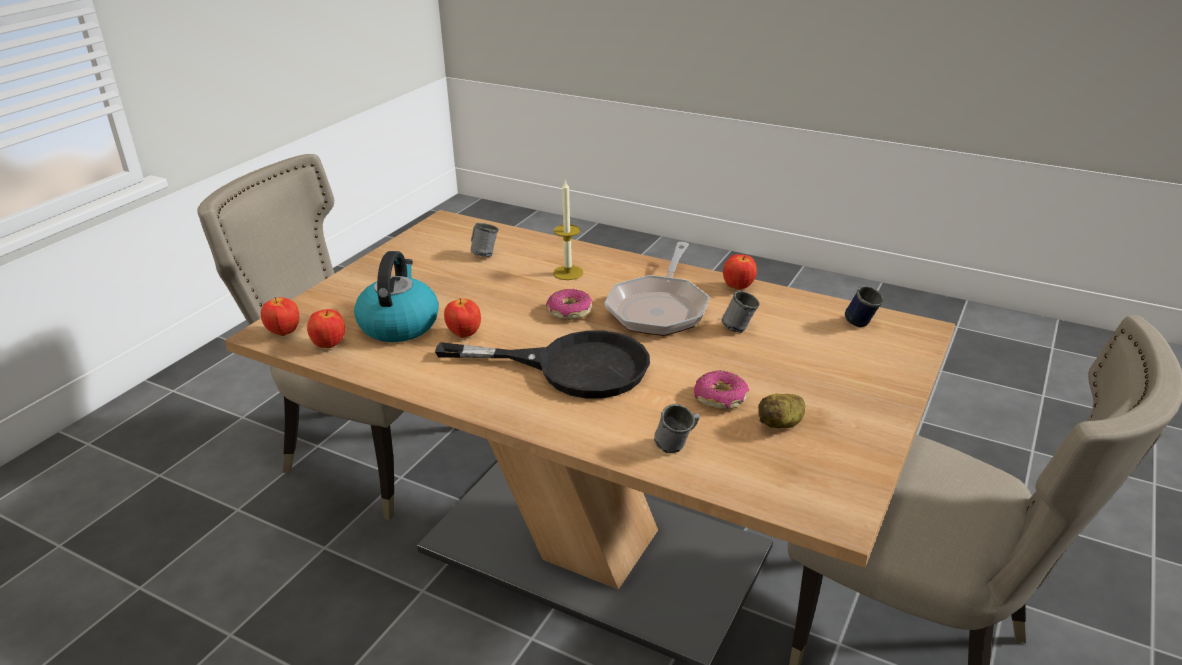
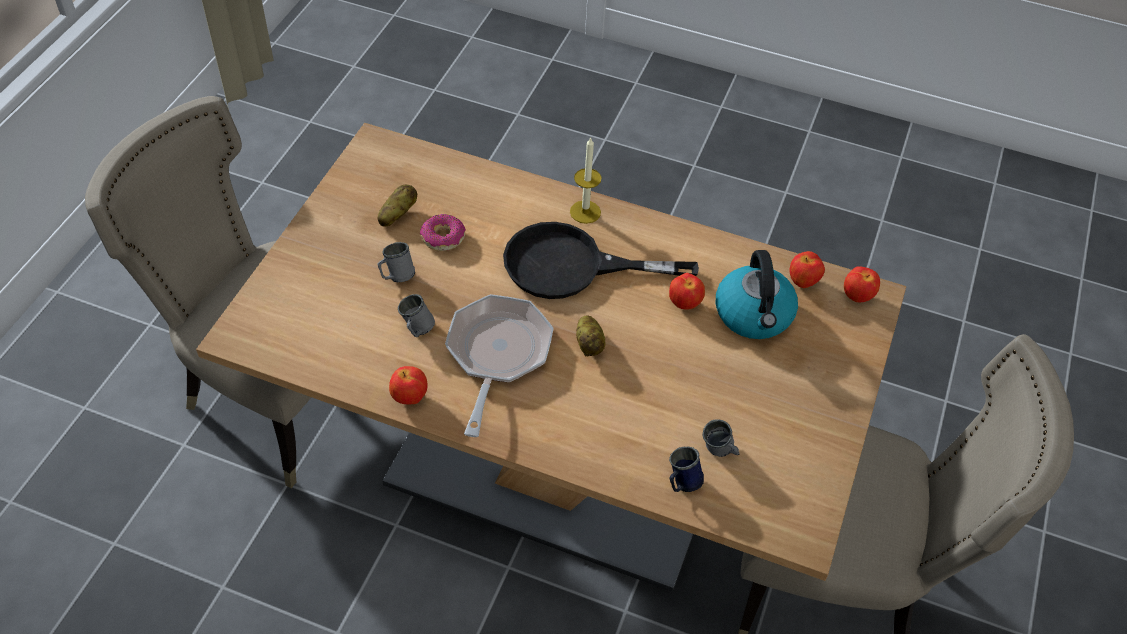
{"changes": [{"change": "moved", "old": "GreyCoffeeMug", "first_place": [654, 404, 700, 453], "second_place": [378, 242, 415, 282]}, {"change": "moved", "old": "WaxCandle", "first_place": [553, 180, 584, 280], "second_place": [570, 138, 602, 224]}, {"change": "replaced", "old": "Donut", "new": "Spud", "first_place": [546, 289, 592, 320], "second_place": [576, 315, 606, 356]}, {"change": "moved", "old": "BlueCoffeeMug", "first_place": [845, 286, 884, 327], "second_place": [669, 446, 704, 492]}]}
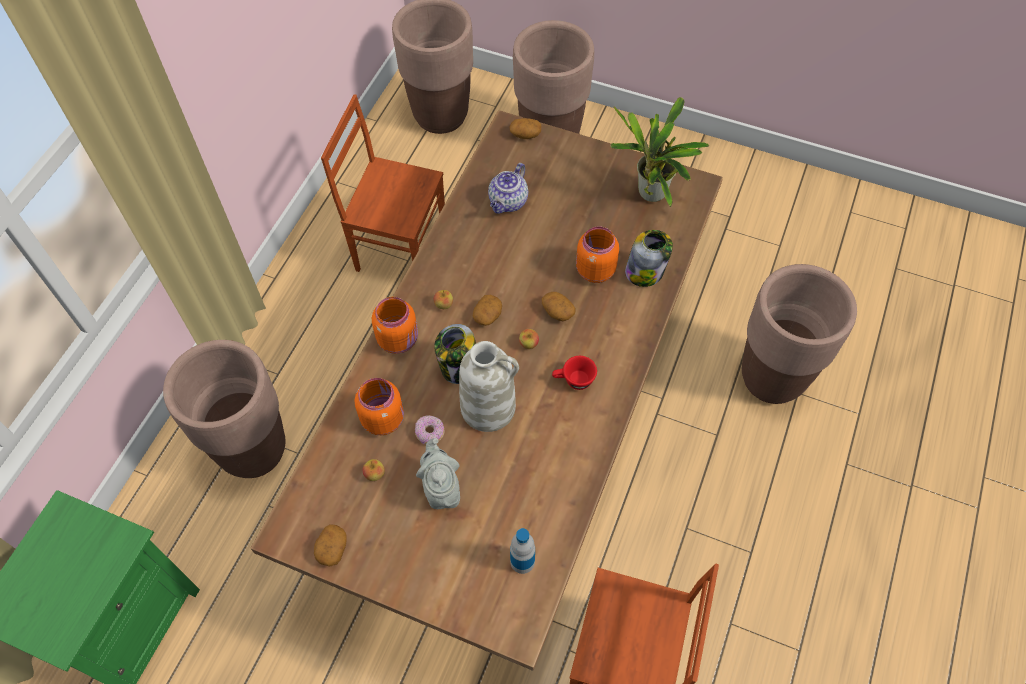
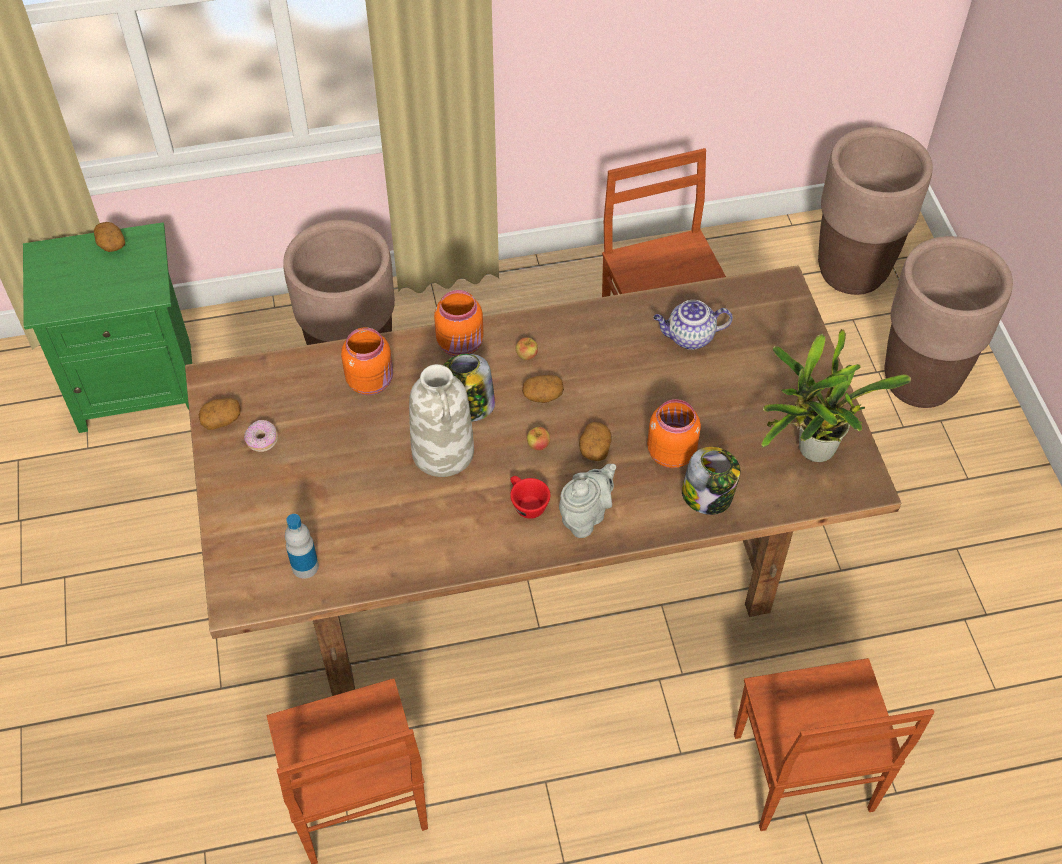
{"changes": [{"change": "moved", "old": "Spud", "first_place": [509, 118, 541, 139], "second_place": [94, 222, 125, 252]}, {"change": "moved", "old": "Donut", "first_place": [415, 415, 445, 444], "second_place": [244, 420, 278, 452]}, {"change": "moved", "old": "GreyTeapot", "first_place": [416, 438, 460, 509], "second_place": [559, 464, 616, 538]}, {"change": "replaced", "old": "BrownColouredPlanter", "new": "BrownColouredUprightChair", "first_place": [742, 264, 857, 404], "second_place": [734, 658, 934, 831]}, {"change": "removed", "old": "Apple", "first_place": [363, 459, 385, 481]}]}
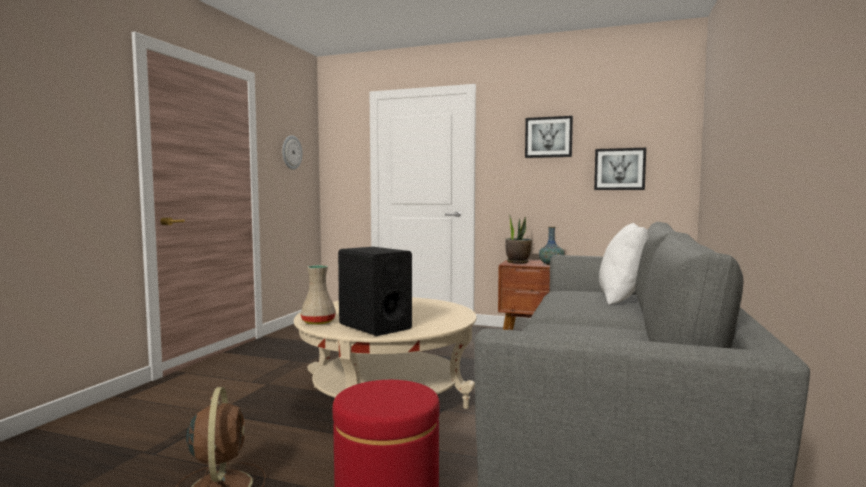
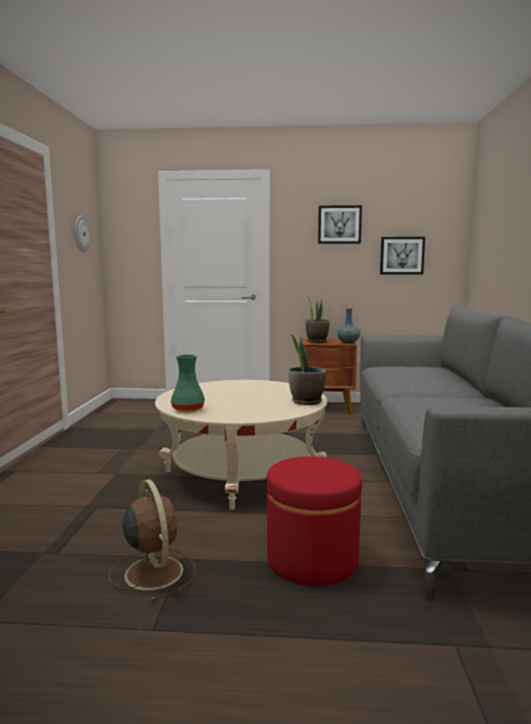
{"changes": [{"change": "recoloured", "old": "BeigeFlowerVase", "new": "GreenColouredFlowerVase", "first_place": [301, 265, 336, 325], "second_place": [171, 354, 205, 412]}, {"change": "added", "new": "PlantInAPot", "second_place": [288, 335, 326, 405]}, {"change": "removed", "old": "BlackLoudspeaker", "first_place": [338, 247, 412, 336]}, {"change": "removed", "old": "WhiteColouredCushion", "first_place": [599, 223, 650, 305]}]}
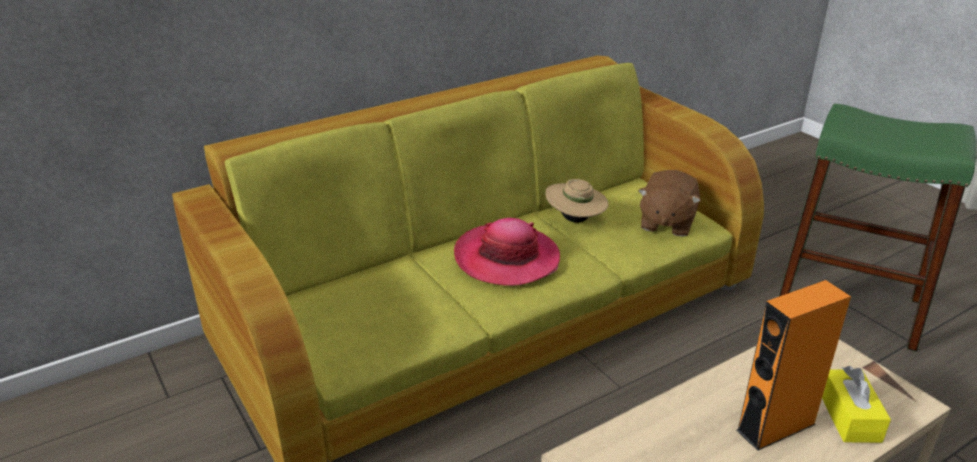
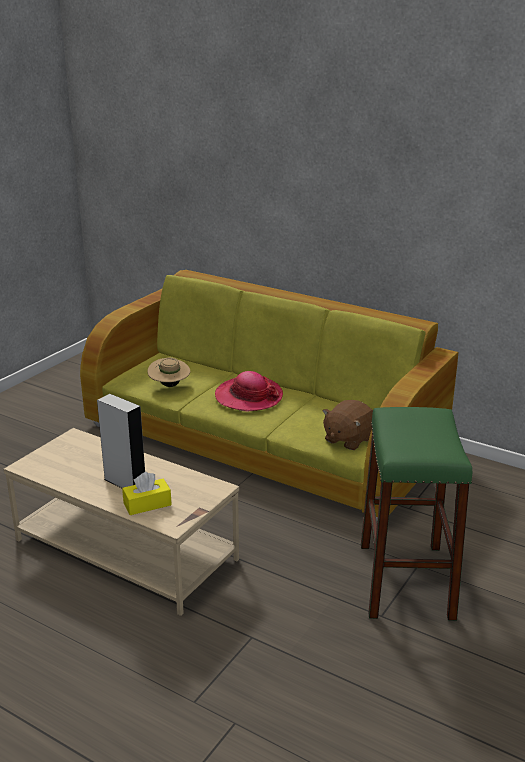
{"changes": [{"change": "recoloured", "old": "OrangeLoudspeaker", "new": "GreyLoudspeaker", "first_place": [736, 280, 851, 451], "second_place": [97, 394, 145, 488]}, {"change": "moved", "old": "BeigeClothingHat", "first_place": [545, 179, 608, 223], "second_place": [148, 357, 190, 387]}, {"change": "turned", "old": "BrownColouredPlushToy", "first_place": [638, 170, 701, 236], "second_place": [322, 400, 373, 450], "degrees": -45}]}
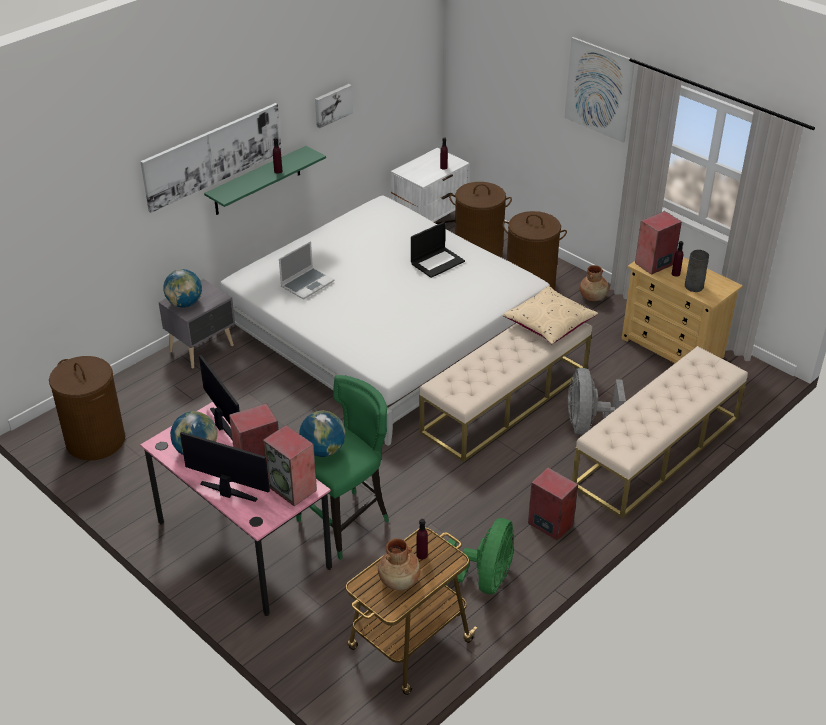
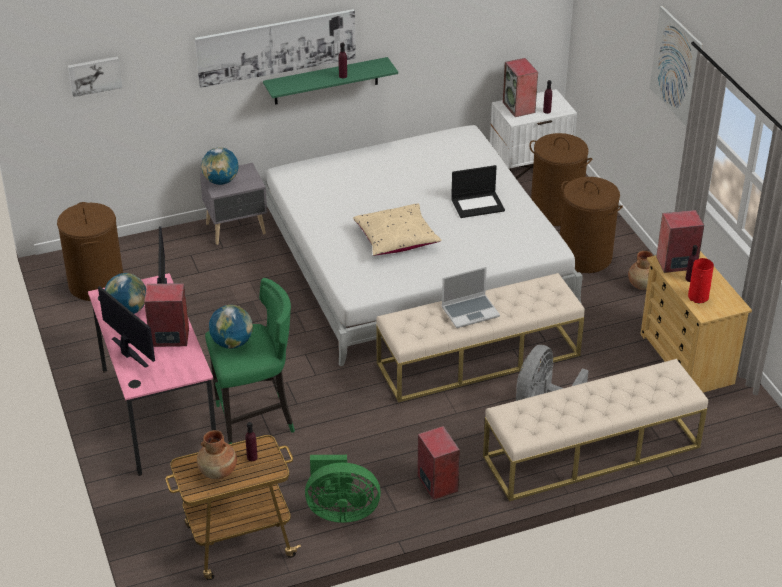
{"changes": [{"change": "moved", "old": "Picture", "first_place": [315, 84, 353, 128], "second_place": [68, 56, 122, 97]}, {"change": "turned", "old": "GreenColouredFan", "first_place": [438, 518, 514, 594], "second_place": [305, 455, 381, 523], "degrees": 45}, {"change": "moved", "old": "BeigeCushion", "first_place": [503, 286, 598, 344], "second_place": [353, 204, 442, 256]}, {"change": "moved", "old": "Laptop", "first_place": [279, 241, 334, 300], "second_place": [442, 267, 500, 328]}, {"change": "moved", "old": "Loudspeaker", "first_place": [263, 425, 317, 506], "second_place": [503, 58, 538, 117]}, {"change": "recoloured", "old": "GreyFlowerVase", "new": "ReddishFlowerVase", "first_place": [685, 250, 709, 292], "second_place": [688, 258, 714, 304]}]}
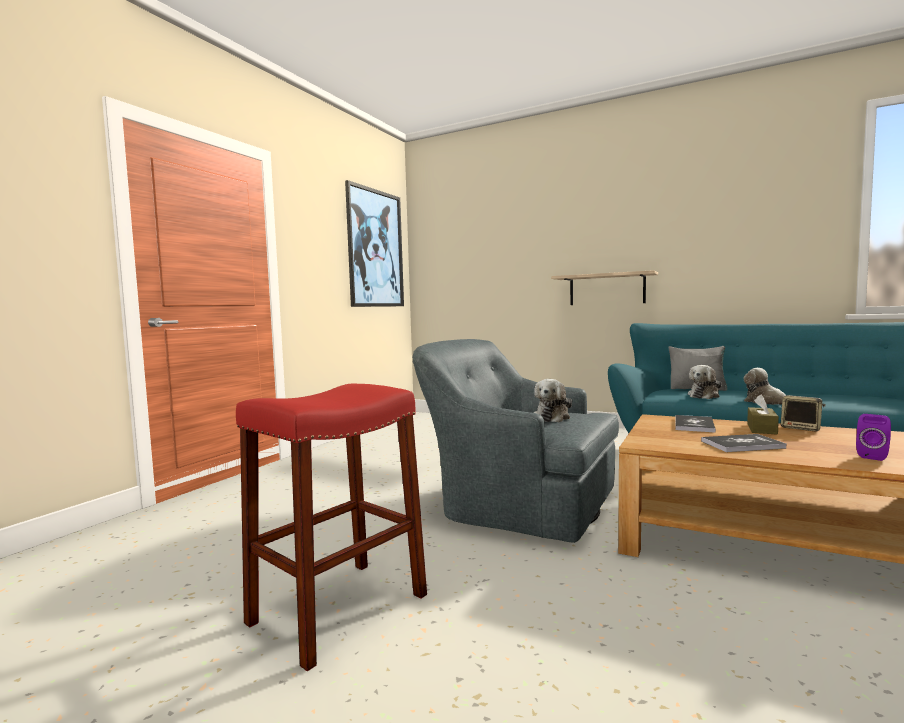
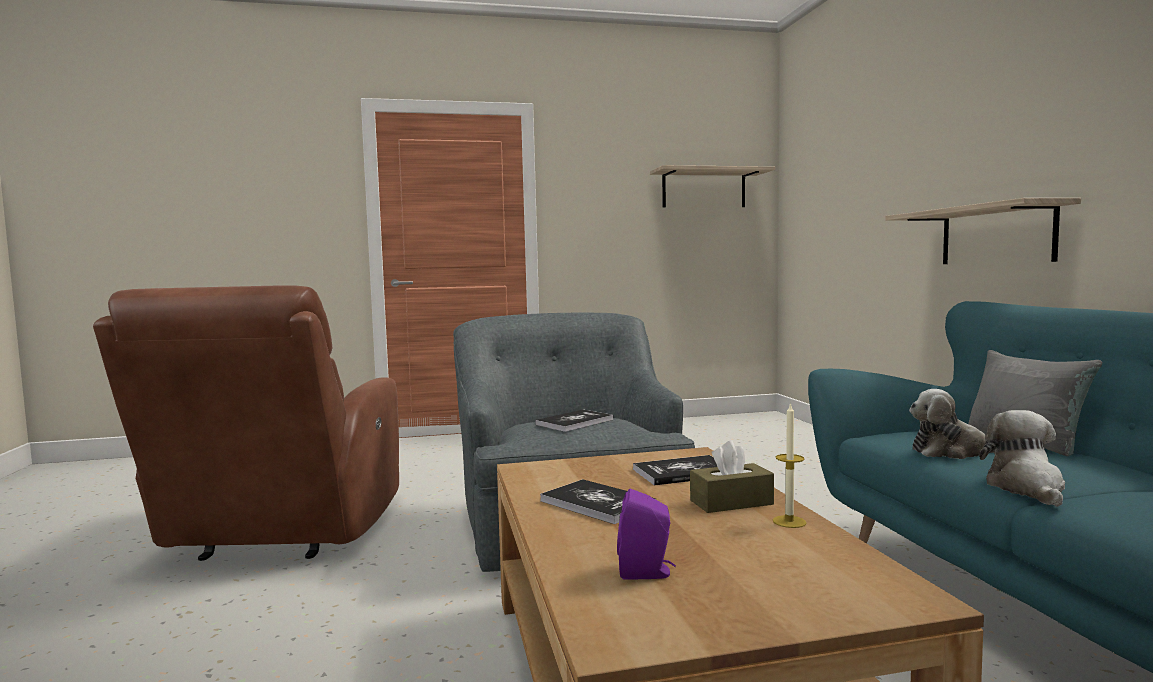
{"changes": [{"change": "replaced", "old": "ReddishStoolSeat", "new": "BrownColouredEasyChair", "first_place": [236, 383, 427, 671], "second_place": [93, 285, 399, 561]}, {"change": "replaced", "old": "PlushToy", "new": "Book", "first_place": [534, 379, 572, 422], "second_place": [535, 410, 613, 432]}, {"change": "replaced", "old": "Picture", "new": "Shelf", "first_place": [345, 180, 404, 307], "second_place": [650, 165, 775, 207]}, {"change": "replaced", "old": "Loudspeaker", "new": "WaxCandle", "first_place": [781, 395, 826, 431], "second_place": [773, 402, 806, 528]}]}
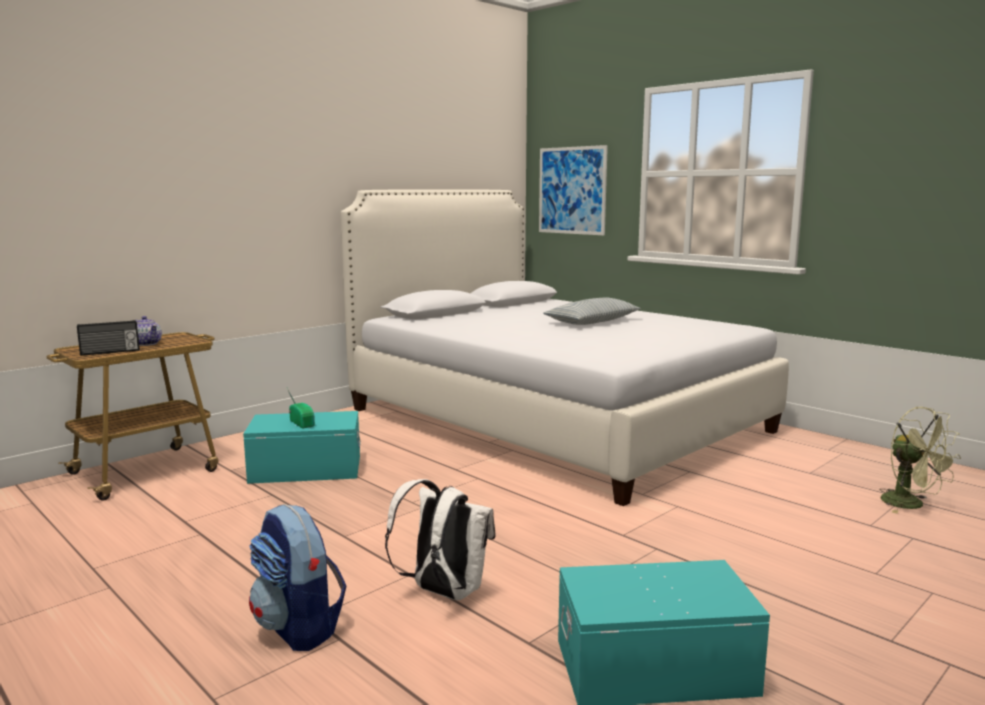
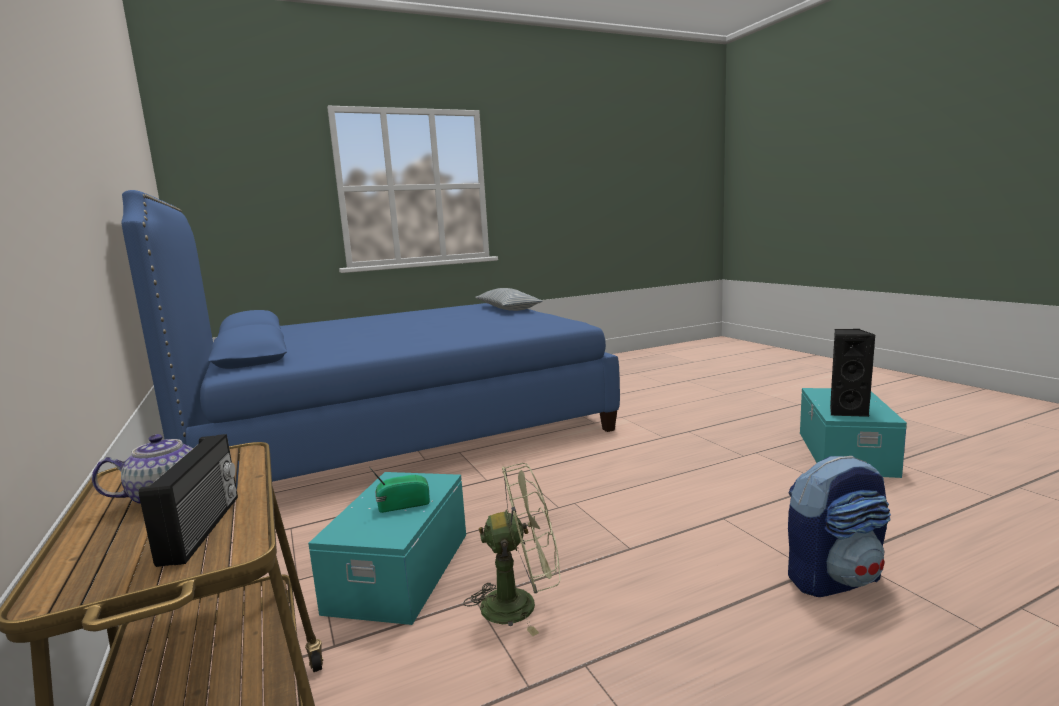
{"changes": [{"change": "recoloured", "old": "WhiteColouredBedroomBed", "new": "BlueBedroomBed", "first_place": [341, 190, 789, 506], "second_place": [122, 190, 620, 489]}, {"change": "moved", "old": "GreenColouredFan", "first_place": [880, 407, 961, 513], "second_place": [463, 463, 561, 636]}, {"change": "moved", "old": "Cushion", "first_place": [543, 298, 641, 325], "second_place": [475, 288, 543, 311]}, {"change": "added", "new": "BlackLoudspeaker", "second_place": [830, 329, 875, 417]}, {"change": "removed", "old": "WhiteColouredRucksack", "first_place": [385, 479, 496, 600]}, {"change": "removed", "old": "Picture", "first_place": [539, 145, 608, 235]}]}
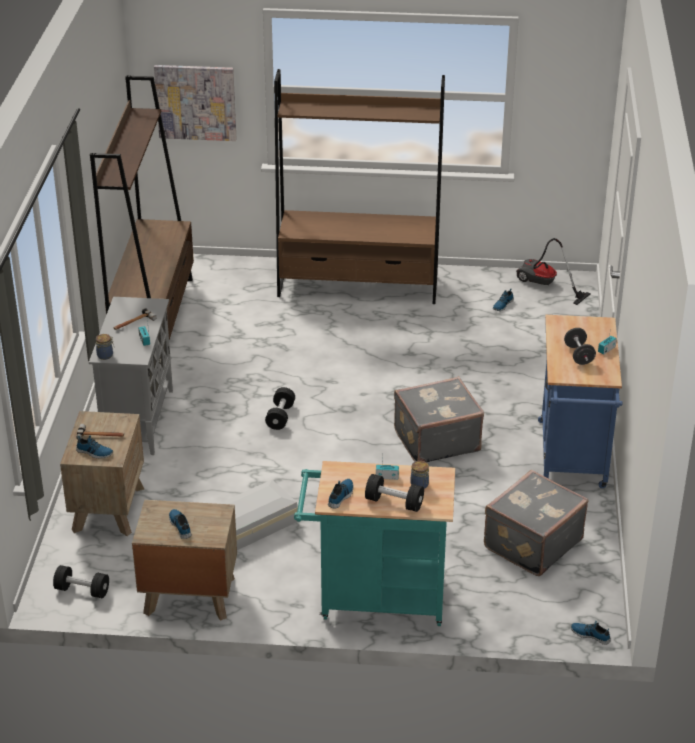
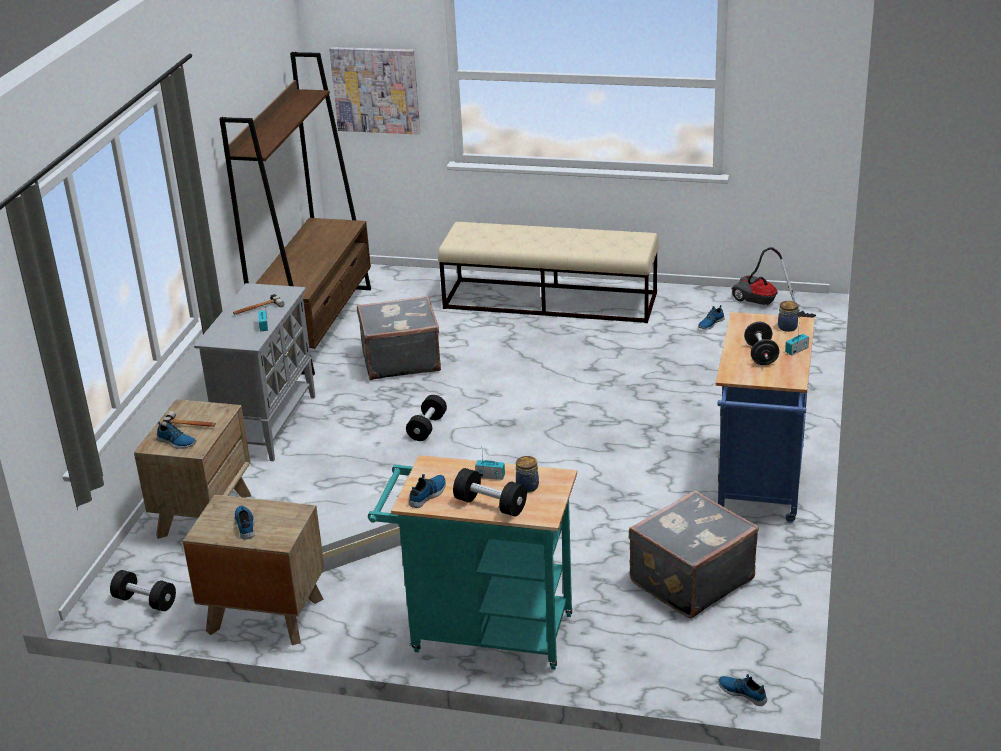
{"changes": [{"change": "moved", "old": "GreyTravelCase", "first_place": [394, 376, 484, 462], "second_place": [357, 296, 441, 380]}, {"change": "replaced", "old": "BrownColouredBookshelf", "new": "BeigeLongSeat", "first_place": [274, 69, 445, 304], "second_place": [438, 222, 659, 323]}, {"change": "moved", "old": "StorageJar", "first_place": [96, 334, 114, 360], "second_place": [778, 301, 800, 332]}]}
